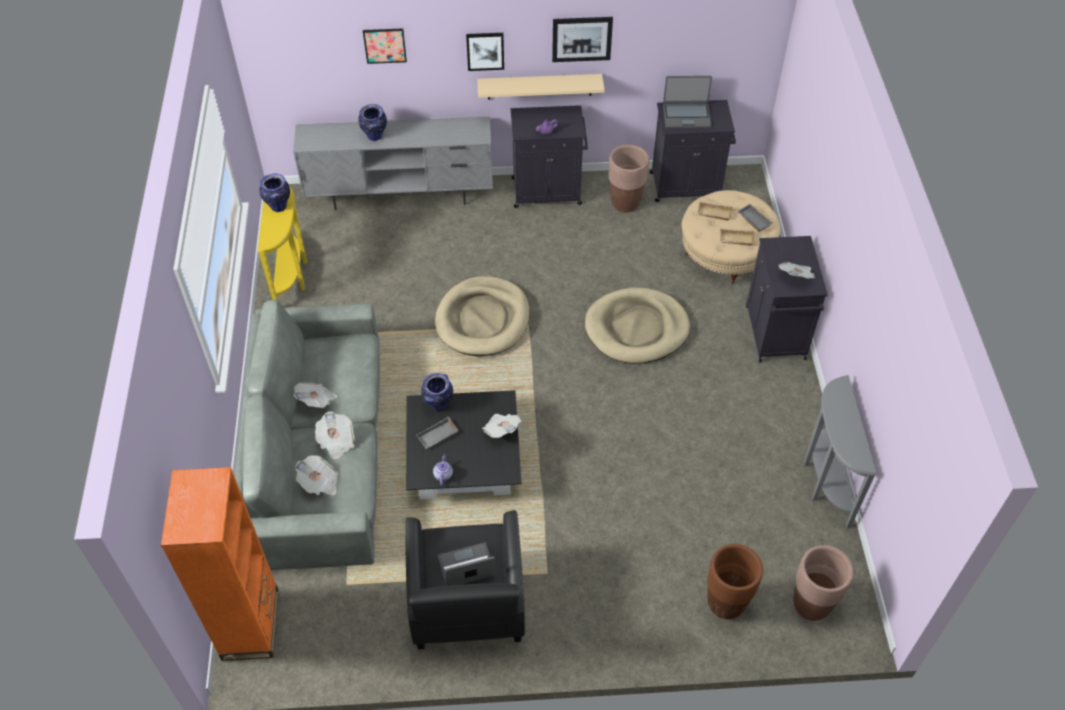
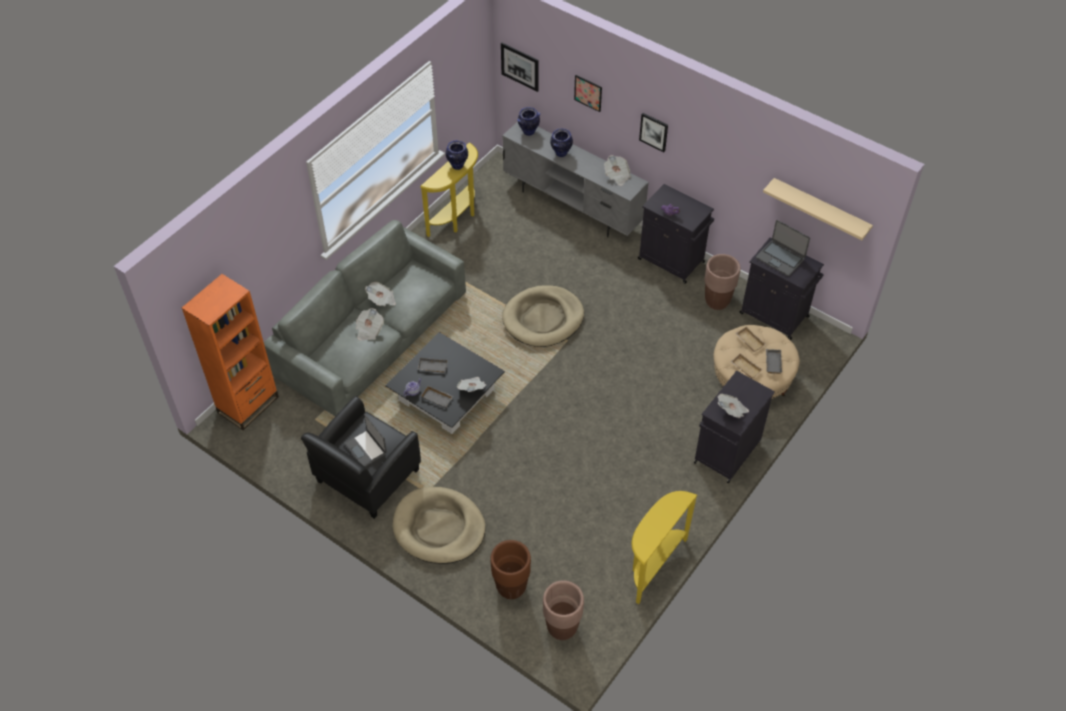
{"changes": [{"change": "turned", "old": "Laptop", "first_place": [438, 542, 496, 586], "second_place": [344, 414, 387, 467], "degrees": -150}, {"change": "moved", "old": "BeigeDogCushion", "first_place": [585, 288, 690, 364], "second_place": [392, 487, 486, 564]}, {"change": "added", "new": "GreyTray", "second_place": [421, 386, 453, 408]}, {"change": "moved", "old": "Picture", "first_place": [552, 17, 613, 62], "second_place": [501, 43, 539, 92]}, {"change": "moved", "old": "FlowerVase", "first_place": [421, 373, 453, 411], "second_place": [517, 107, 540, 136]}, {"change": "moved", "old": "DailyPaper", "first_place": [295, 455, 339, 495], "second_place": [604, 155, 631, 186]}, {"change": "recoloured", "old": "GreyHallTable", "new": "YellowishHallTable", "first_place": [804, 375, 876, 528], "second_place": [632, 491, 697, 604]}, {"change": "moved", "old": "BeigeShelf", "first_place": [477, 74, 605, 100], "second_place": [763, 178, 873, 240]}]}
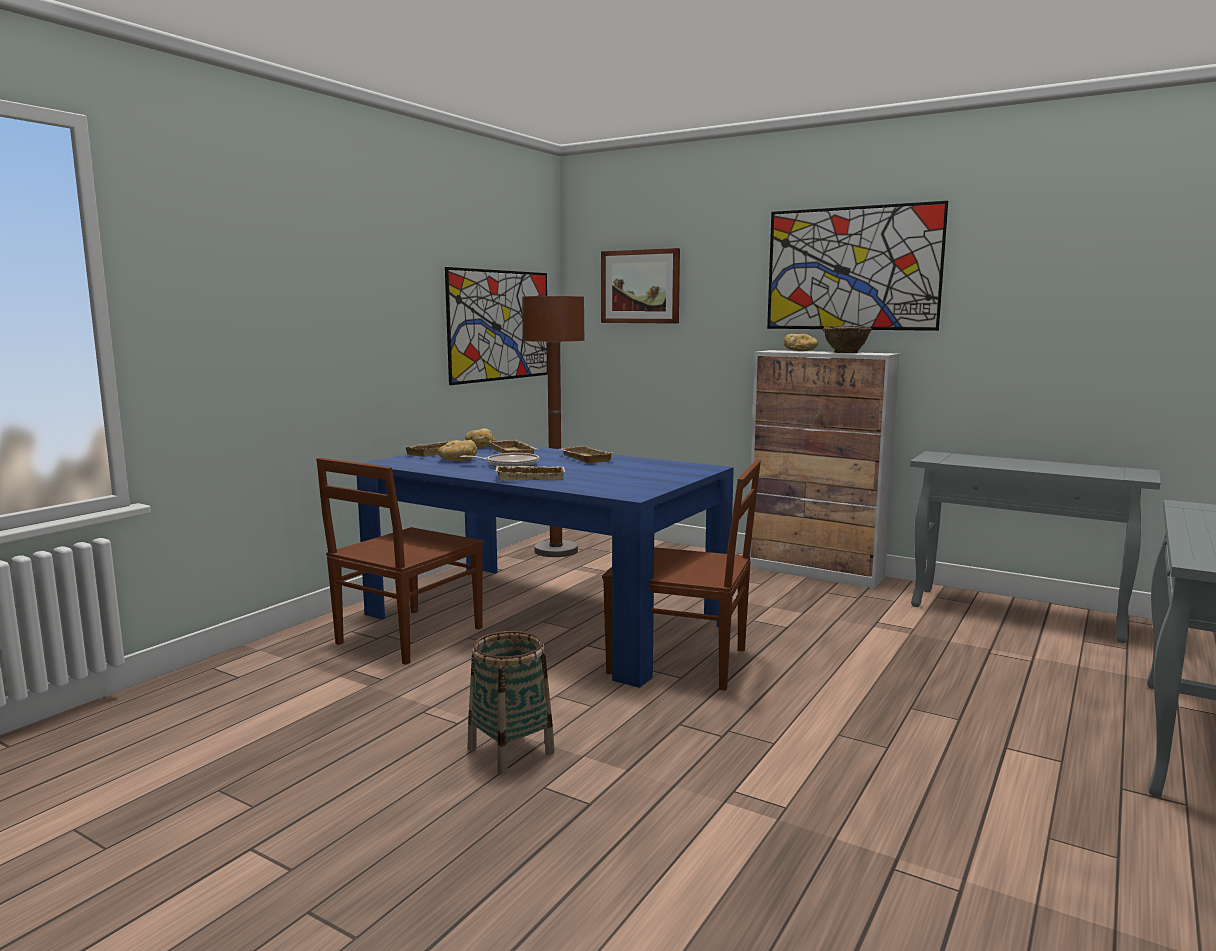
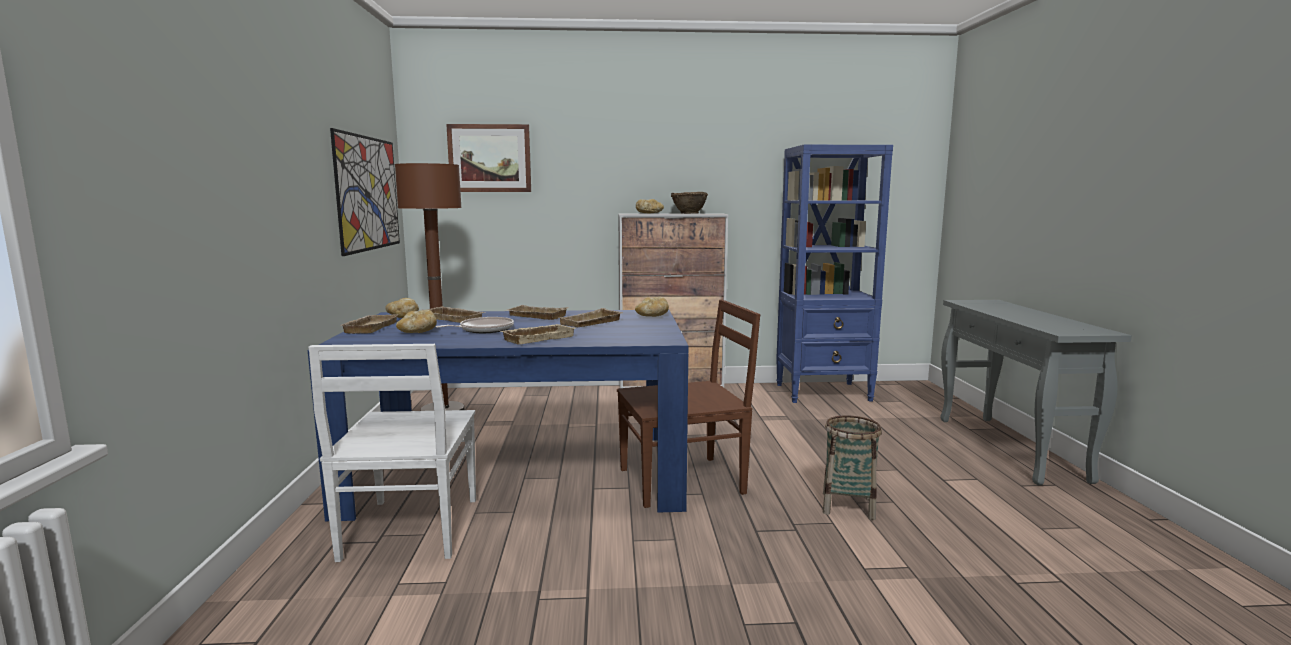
{"changes": [{"change": "recoloured", "old": "BrownColouredUprightChair", "new": "WhiteColouredUprightChair", "first_place": [316, 457, 484, 665], "second_place": [308, 344, 476, 562]}, {"change": "added", "new": "BeigeTray", "second_place": [559, 308, 624, 327]}, {"change": "added", "new": "Bread", "second_place": [635, 297, 669, 317]}, {"change": "replaced", "old": "GreyHallTable", "new": "BlueBookshelf", "first_place": [910, 451, 1160, 643], "second_place": [776, 144, 893, 403]}, {"change": "moved", "old": "StorageBasket", "first_place": [467, 631, 555, 774], "second_place": [823, 415, 882, 520]}, {"change": "removed", "old": "Picture", "first_place": [767, 201, 948, 331]}]}
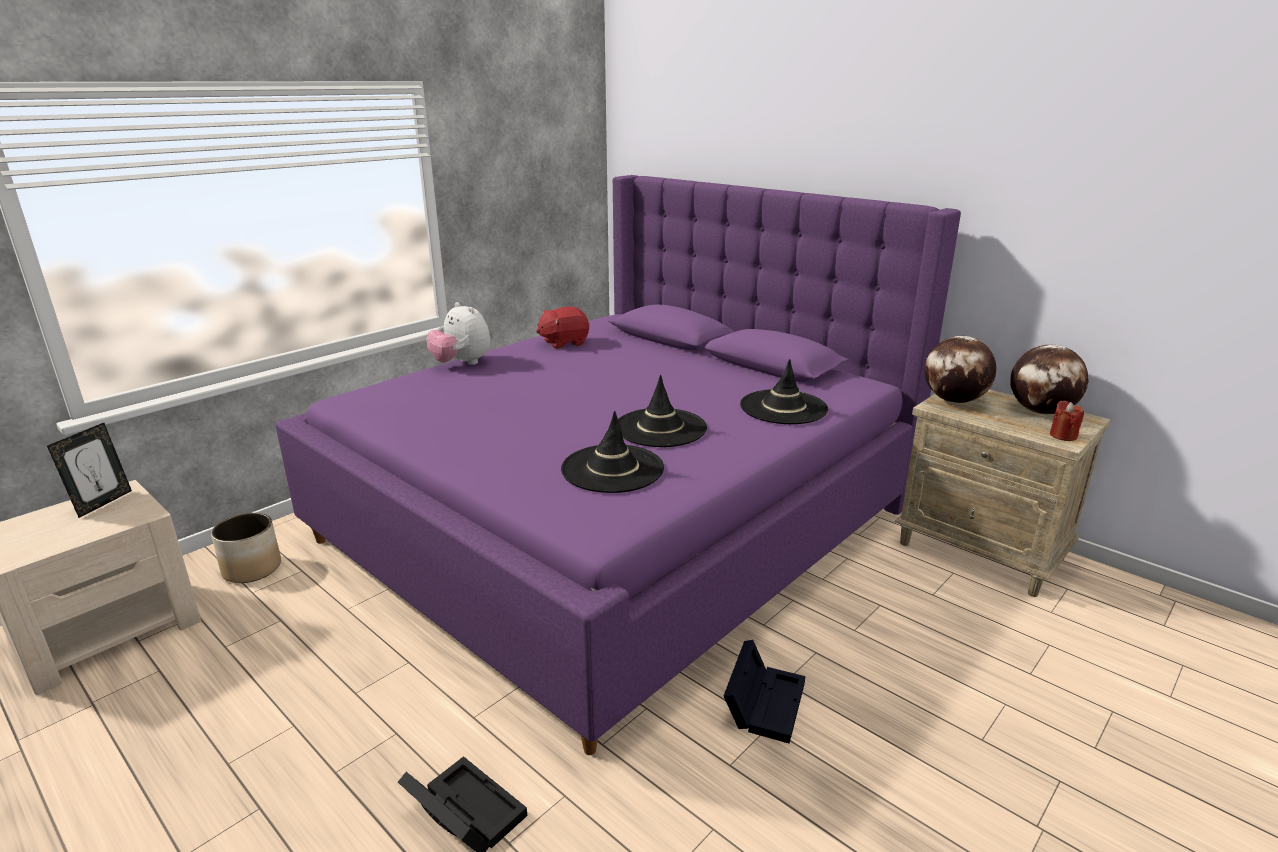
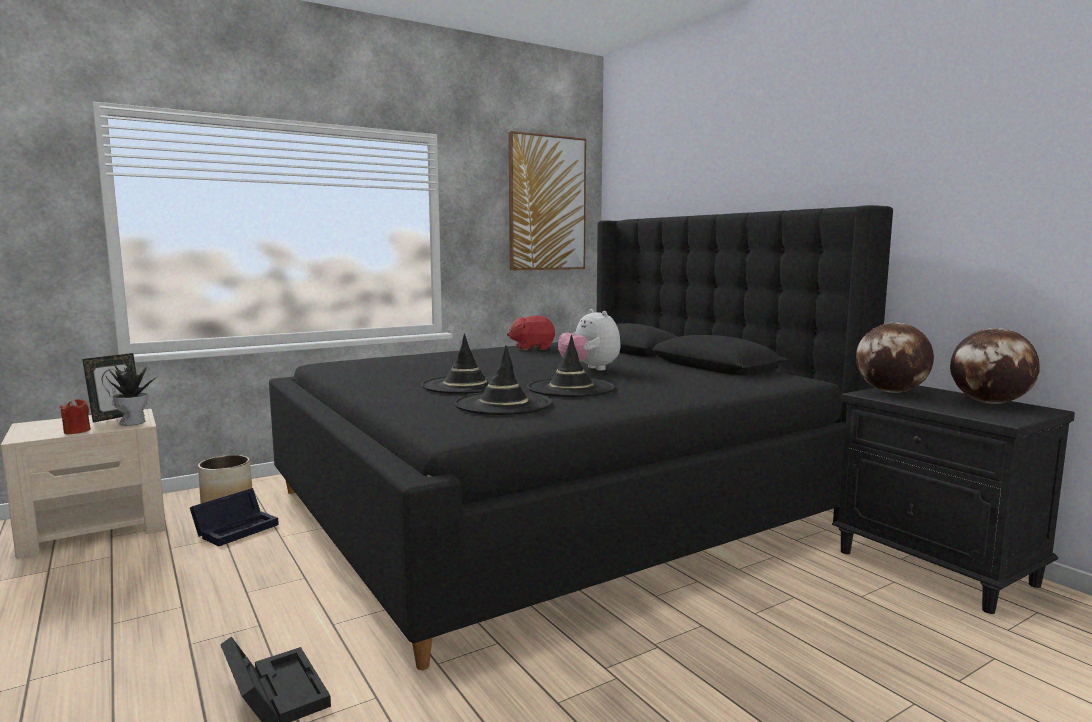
{"changes": [{"change": "moved", "old": "ReddishWaxCandle", "first_place": [1050, 401, 1084, 441], "second_place": [60, 399, 91, 434]}, {"change": "added", "new": "PlantInAPot", "second_place": [106, 361, 159, 426]}, {"change": "moved", "old": "BlackStorageBox", "first_place": [724, 640, 805, 744], "second_place": [190, 488, 279, 546]}, {"change": "recoloured", "old": "PurpleBedroomBed", "new": "BlackBedroomBed", "first_place": [276, 175, 961, 755], "second_place": [269, 205, 893, 670]}, {"change": "moved", "old": "BlackClothingHat", "first_place": [740, 359, 828, 424], "second_place": [421, 334, 493, 394]}, {"change": "added", "new": "Picture", "second_place": [508, 131, 586, 270]}, {"change": "moved", "old": "PlushToy", "first_place": [427, 302, 491, 365], "second_place": [558, 309, 621, 371]}, {"change": "recoloured", "old": "BeigeBedsideTable", "new": "BlackBedsideTable", "first_place": [894, 389, 1110, 597], "second_place": [832, 385, 1075, 614]}]}
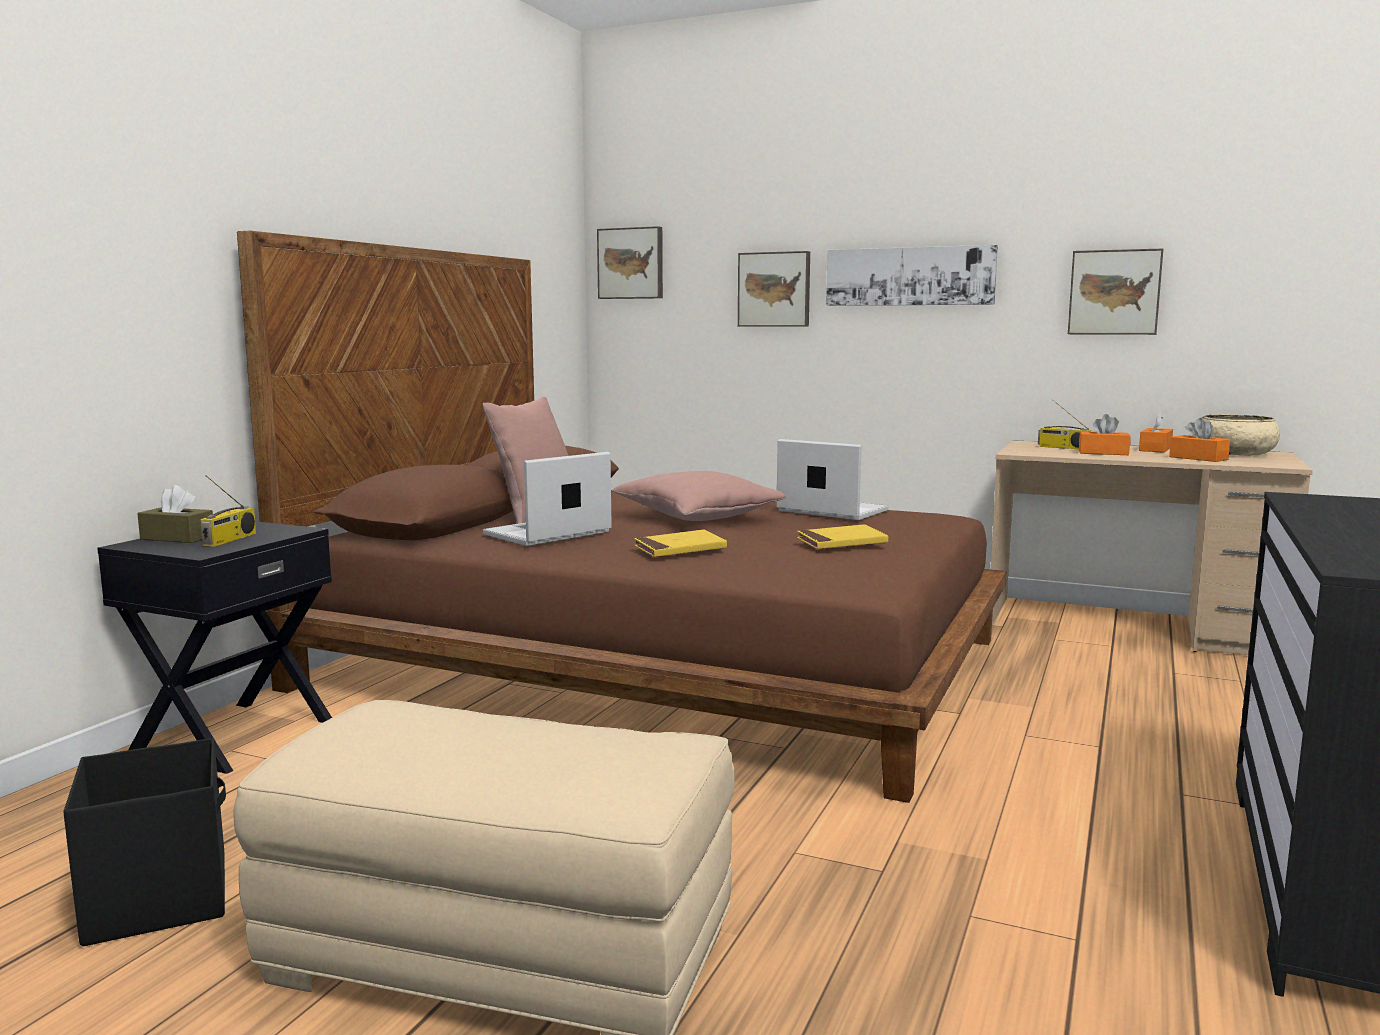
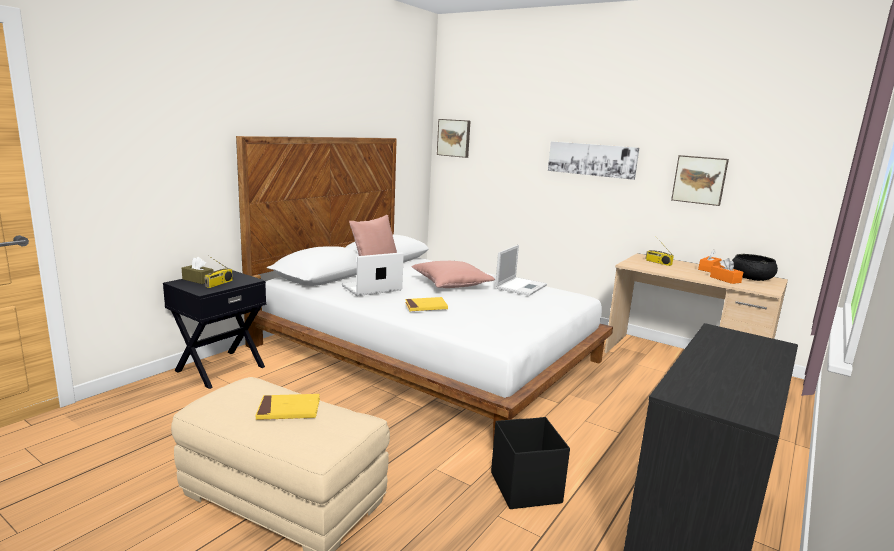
{"changes": [{"change": "recoloured", "old": "BrownColouredBedroomBed", "new": "WhiteColouredBedroomBed", "first_place": [237, 230, 1006, 803], "second_place": [236, 136, 613, 444]}, {"change": "moved", "old": "YellowishBook", "first_place": [797, 524, 888, 549], "second_place": [255, 394, 320, 420]}, {"change": "moved", "old": "BlackStorageBox", "first_place": [63, 738, 226, 946], "second_place": [491, 417, 570, 509]}, {"change": "turned", "old": "Laptop", "first_place": [777, 439, 889, 520], "second_place": [495, 245, 547, 296], "degrees": 75}, {"change": "recoloured", "old": "BeigeDeepDish", "new": "BlackDeepDish", "first_place": [1202, 414, 1280, 456], "second_place": [732, 254, 778, 281]}, {"change": "removed", "old": "Picture", "first_place": [738, 251, 810, 327]}, {"change": "removed", "old": "OrangeTissueBox", "first_place": [1079, 414, 1131, 455]}]}
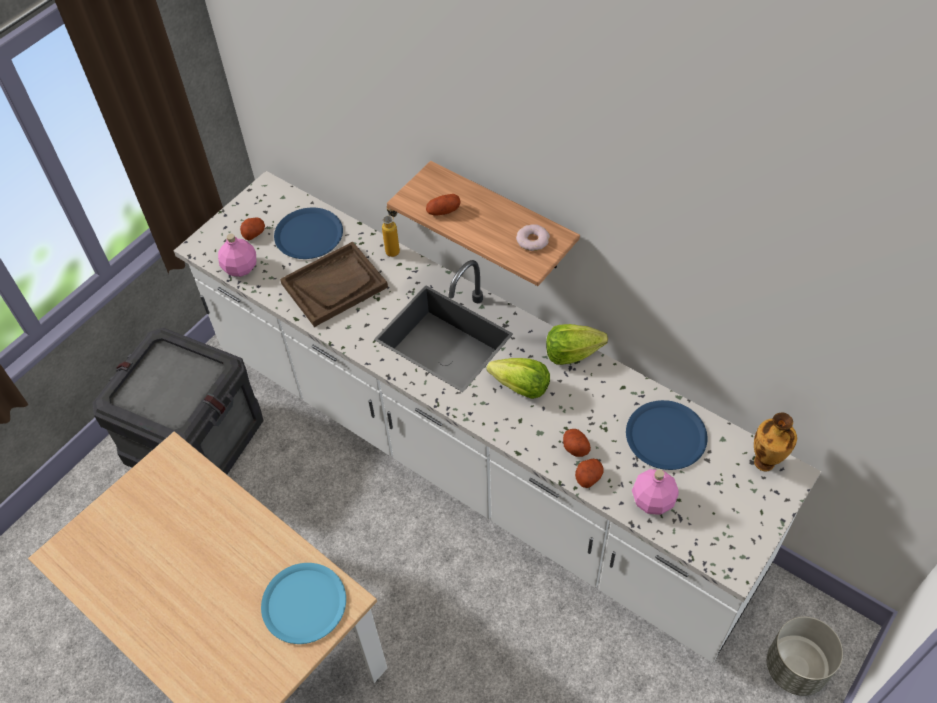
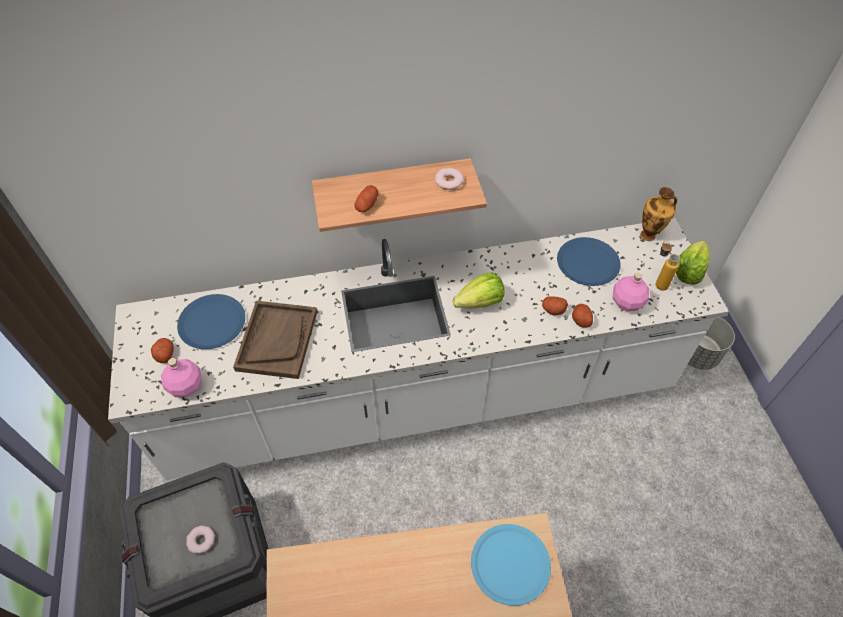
{"changes": [{"change": "added", "new": "Donut", "second_place": [186, 525, 215, 554]}, {"change": "moved", "old": "Bottle", "first_place": [382, 207, 400, 257], "second_place": [656, 241, 680, 291]}, {"change": "moved", "old": "Lettuce", "first_place": [546, 324, 608, 365], "second_place": [676, 241, 710, 285]}]}
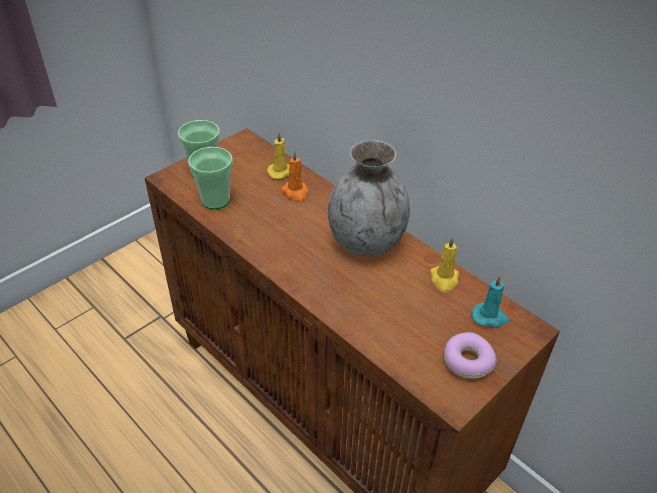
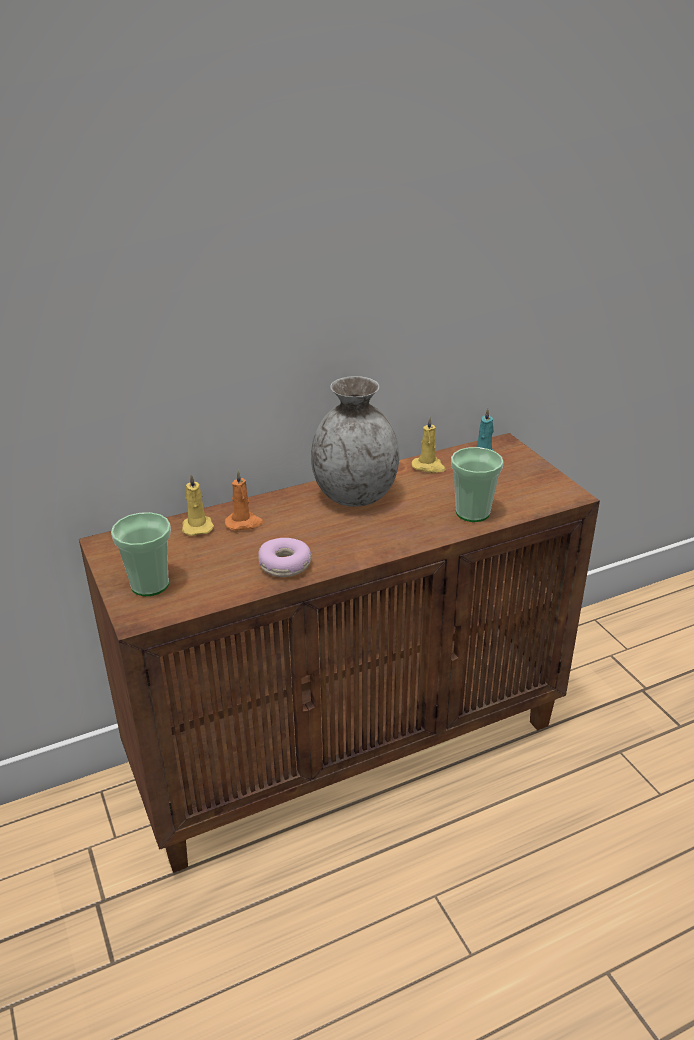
{"changes": [{"change": "moved", "old": "Donut", "first_place": [444, 332, 497, 379], "second_place": [258, 538, 312, 577]}, {"change": "moved", "old": "DrinkingCup", "first_place": [188, 147, 233, 210], "second_place": [451, 447, 504, 522]}]}
